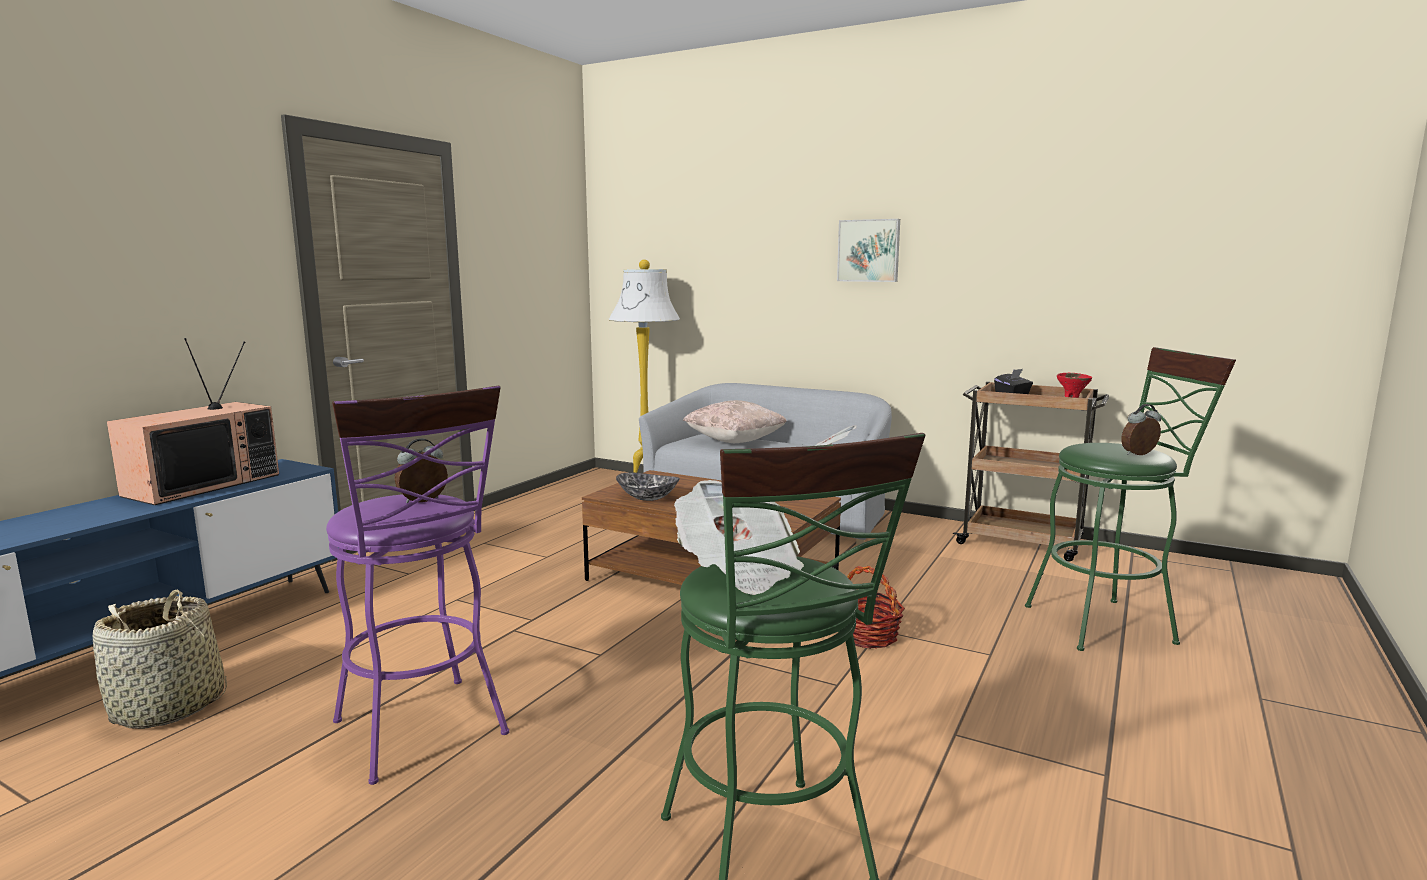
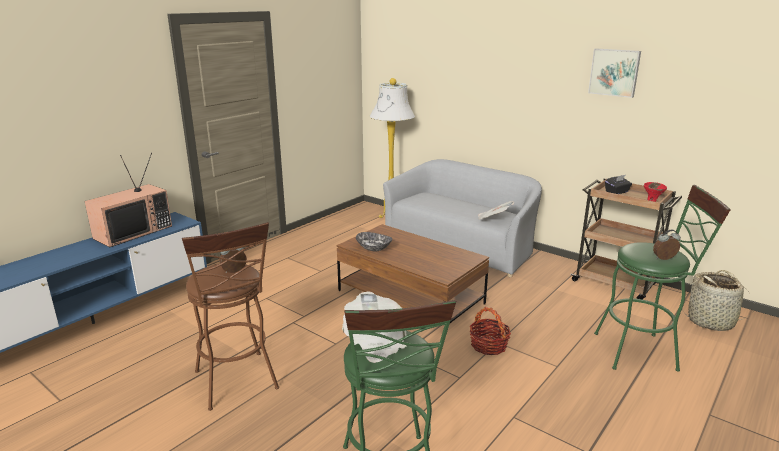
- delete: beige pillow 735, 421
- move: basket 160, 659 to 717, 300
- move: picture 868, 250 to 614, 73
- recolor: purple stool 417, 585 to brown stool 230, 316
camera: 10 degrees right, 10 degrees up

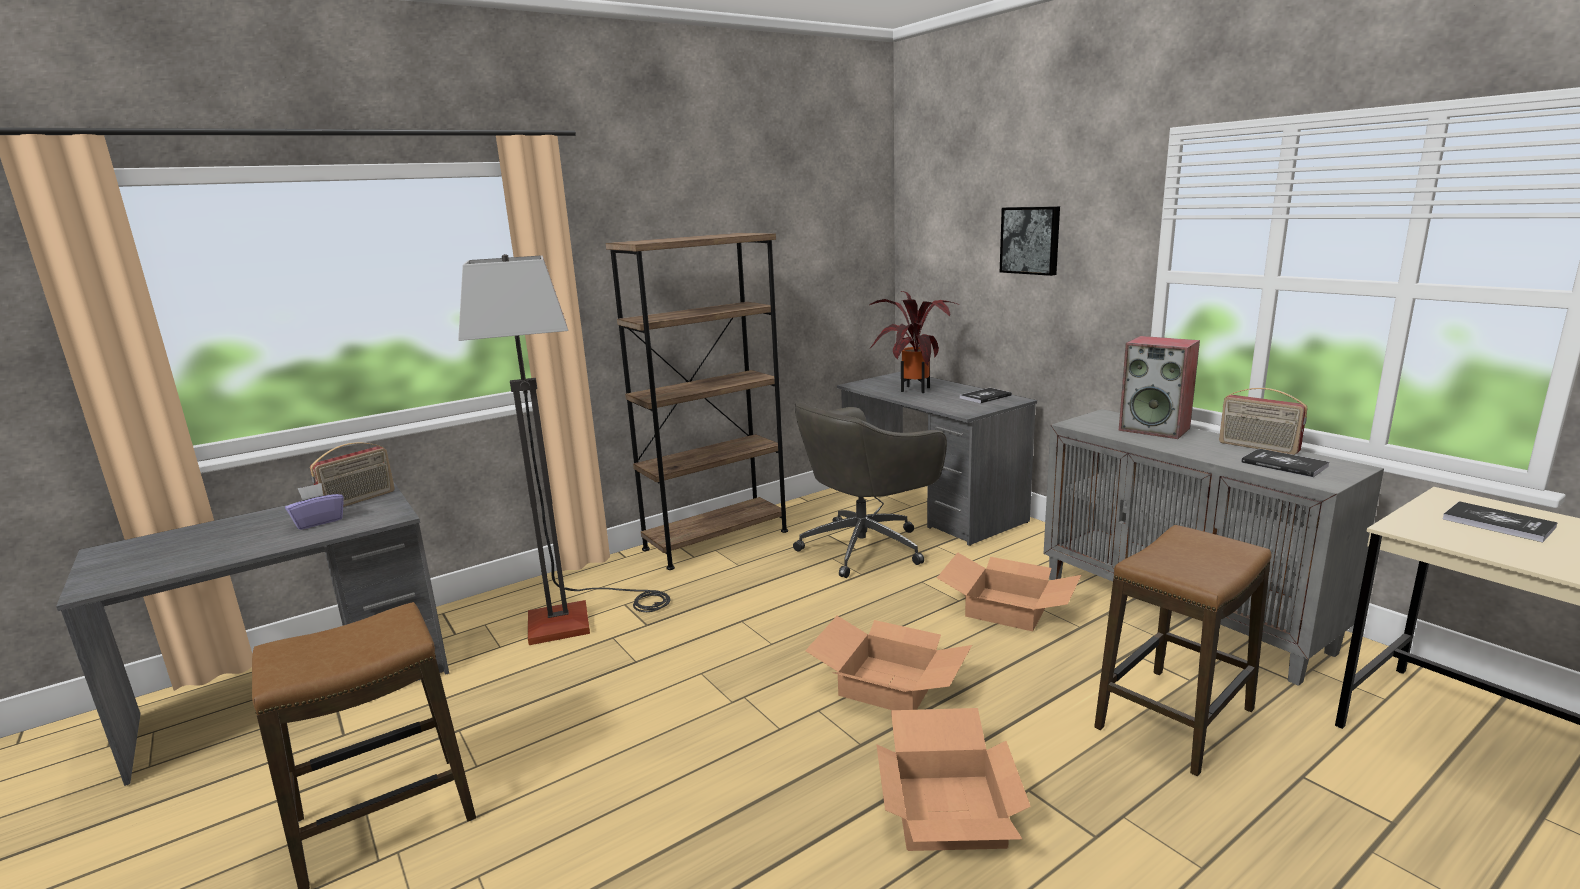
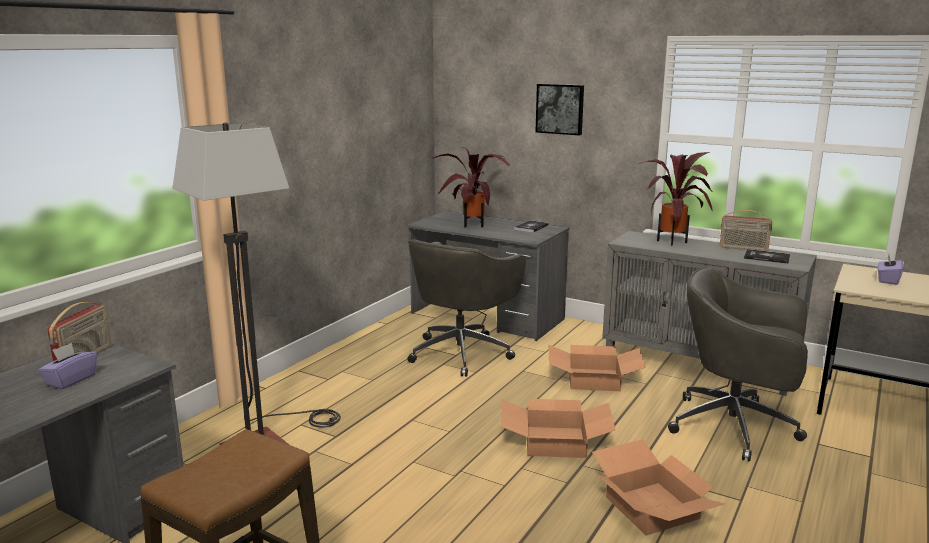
- delete: brown bookcase 697, 401
- replace: stool 1183, 650 to grey office chair 738, 364
- replace: speaker 1159, 387 to potted plant 677, 199
- replace: book 1500, 521 to purple tissue box 890, 270
camera: 25 degrees left, 0 degrees up

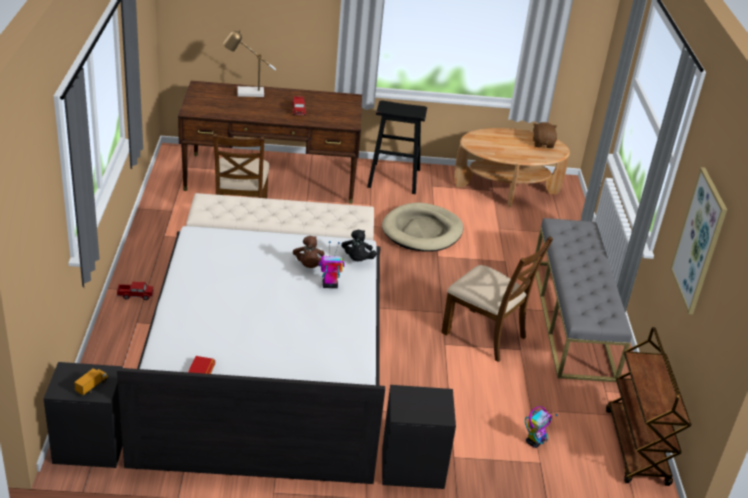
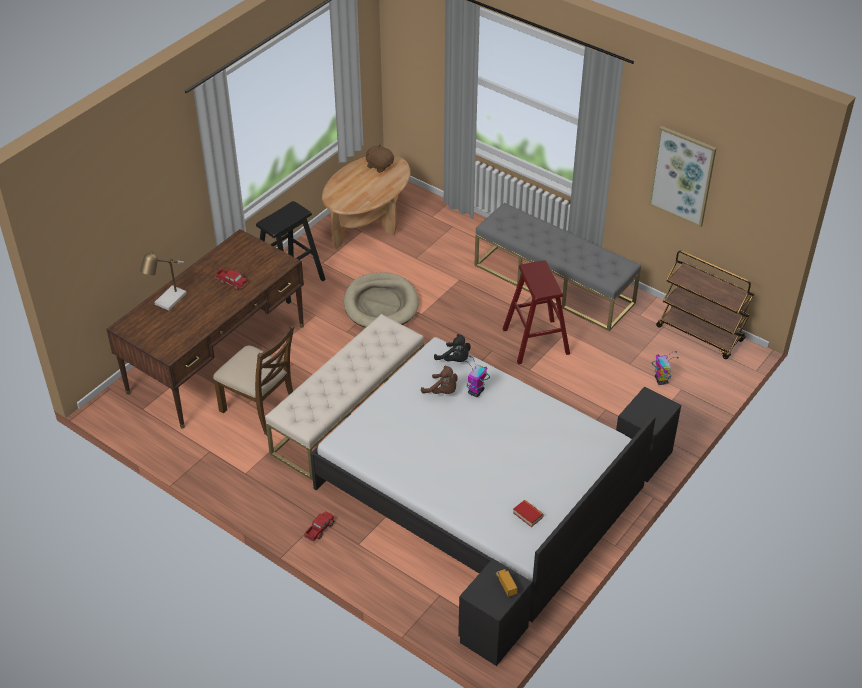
- replace: brown chair 497, 299 to red stool 536, 312
camera: 50 degrees left, 10 degrees up

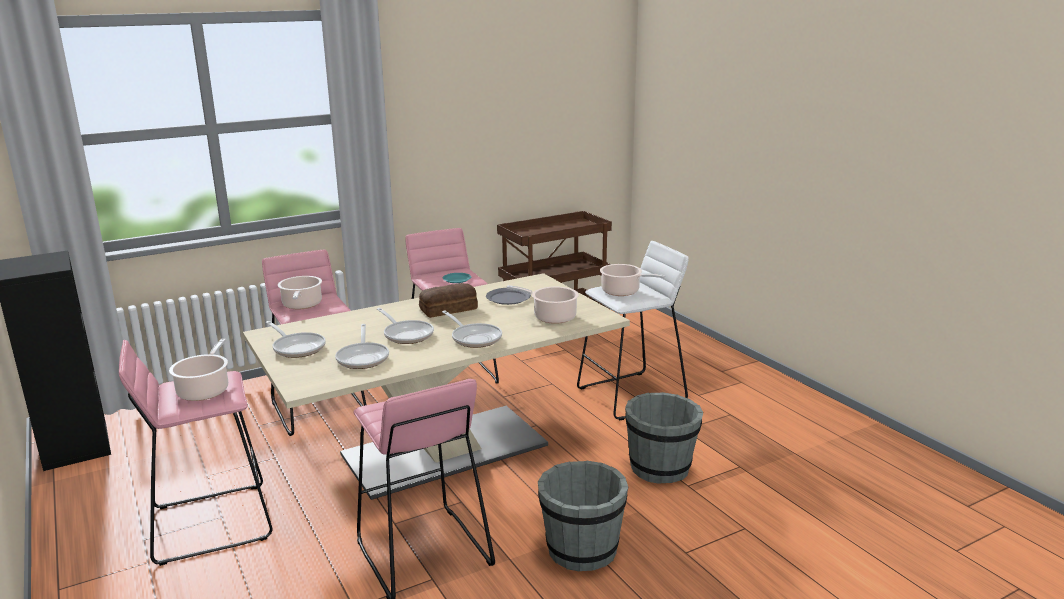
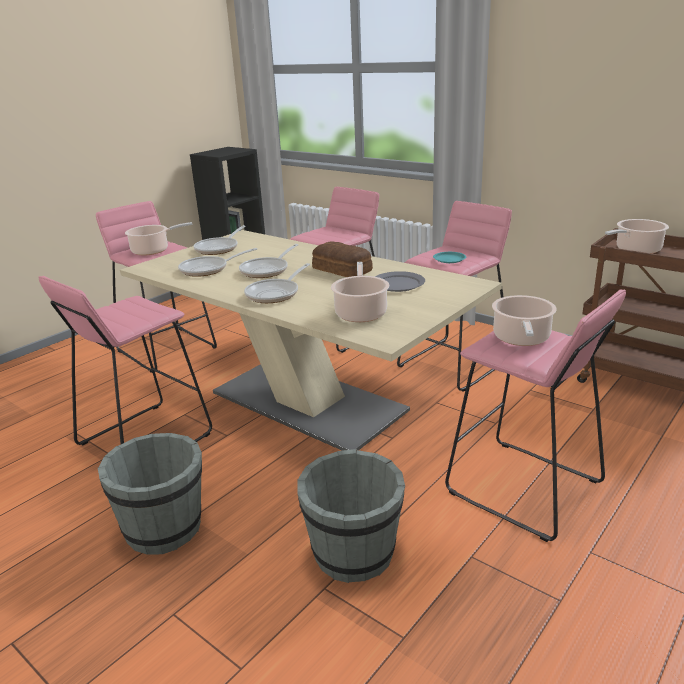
- move: cooking pot 300, 293 to 637, 236
- recolor: white stool 633, 331 to pink stool 535, 415
camera: 70 degrees right, 5 degrees up

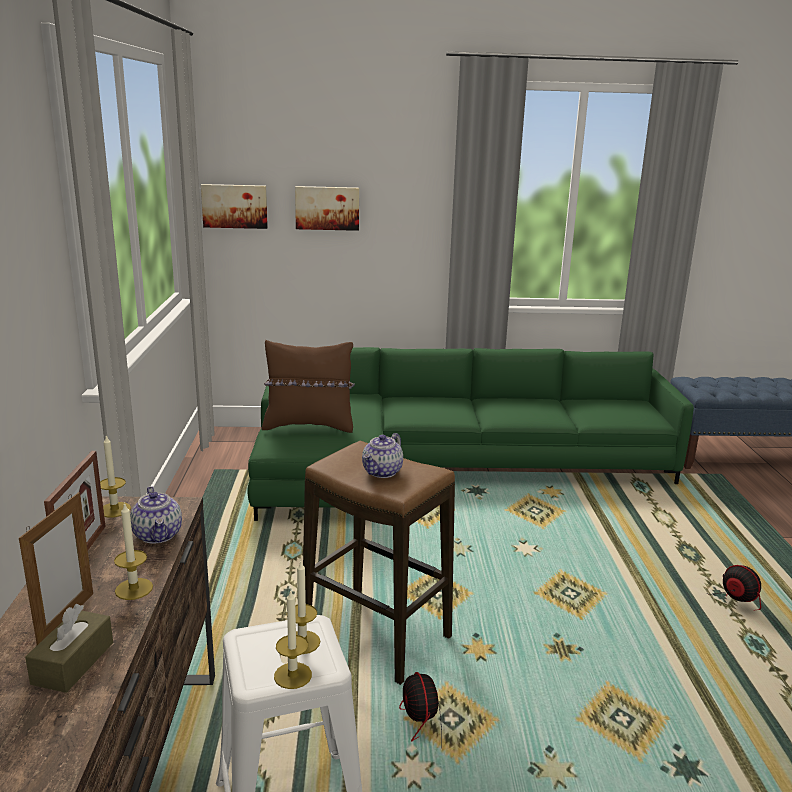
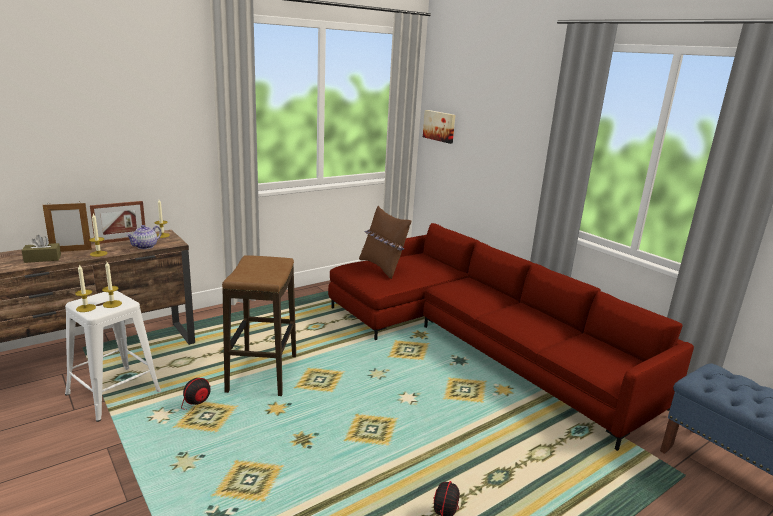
- delete: picture 327, 208
- delete: teapot 382, 455
- recolor: green sofa 471, 434 to red sofa 511, 337
camera: 55 degrees right, 0 degrees up

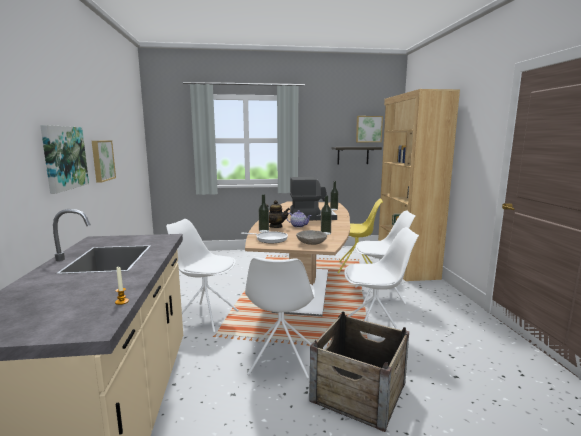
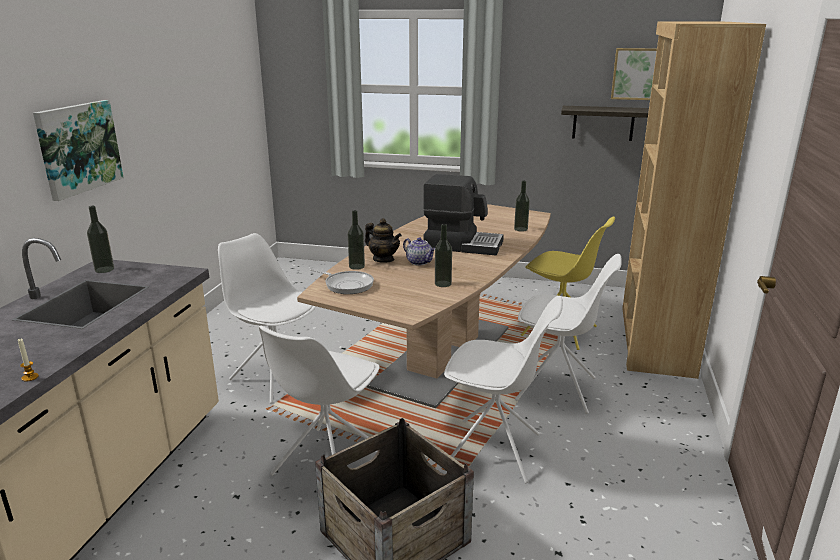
- delete: picture 104, 161
- delete: grey bowl 311, 237
- insert: bottle 100, 239
camera: 20 degrees right, 10 degrees up

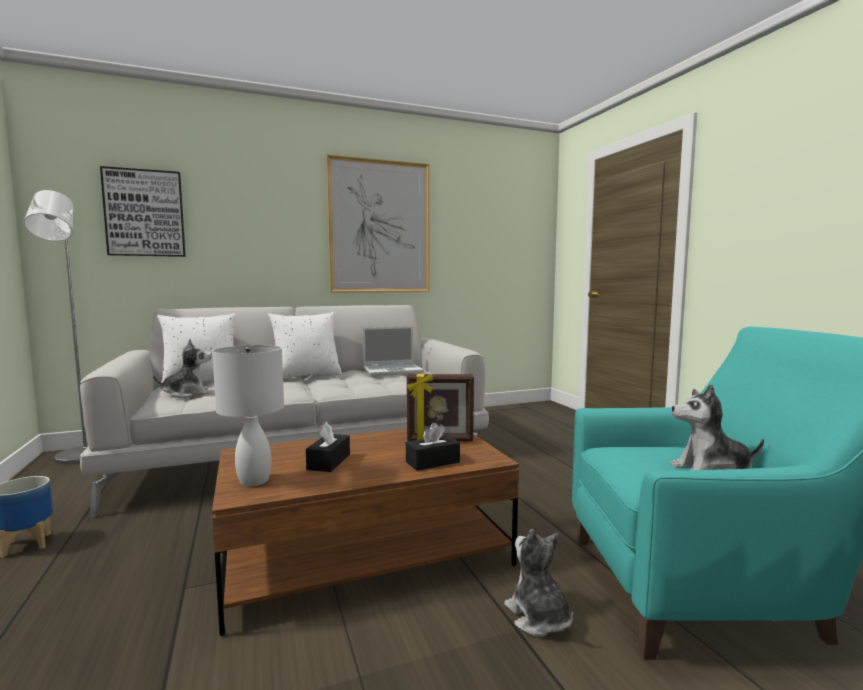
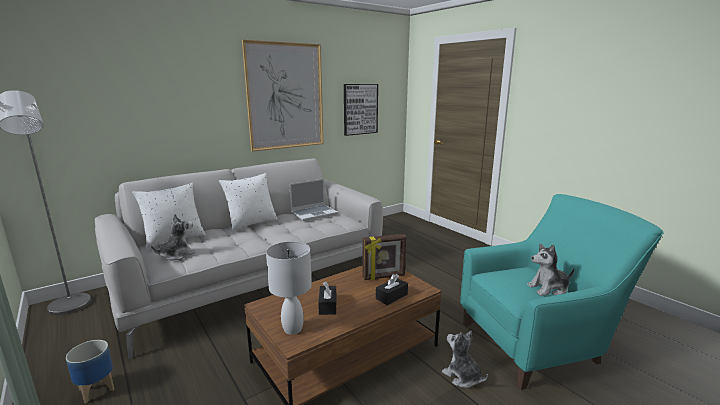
- move: picture 143, 211 to 361, 110
camera: 15 degrees left, 10 degrees up

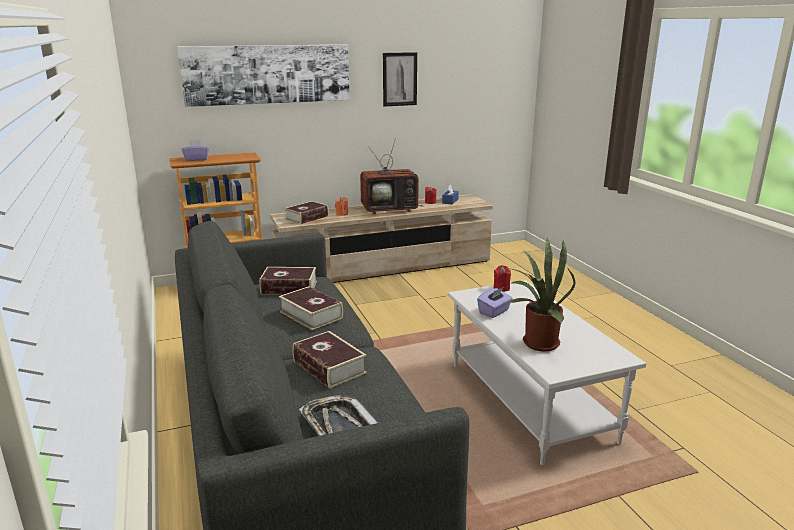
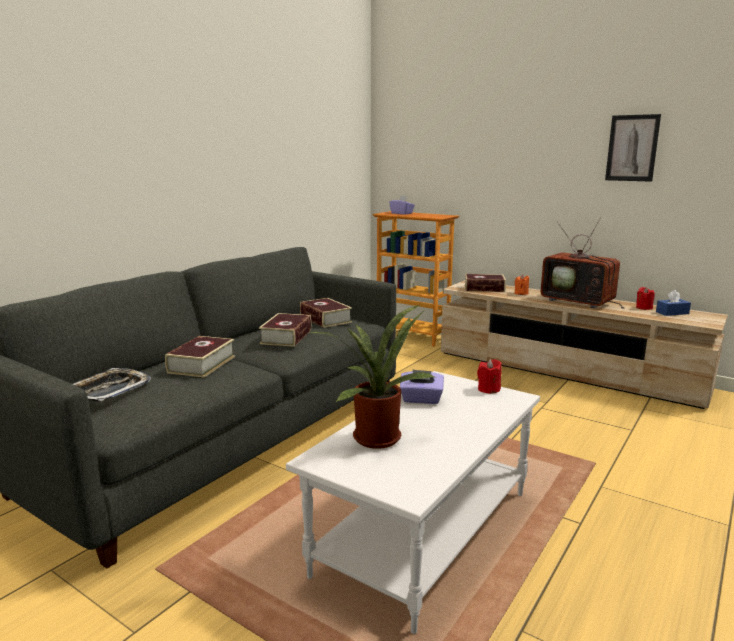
- delete: picture 263, 75
camera: 55 degrees right, 5 degrees down

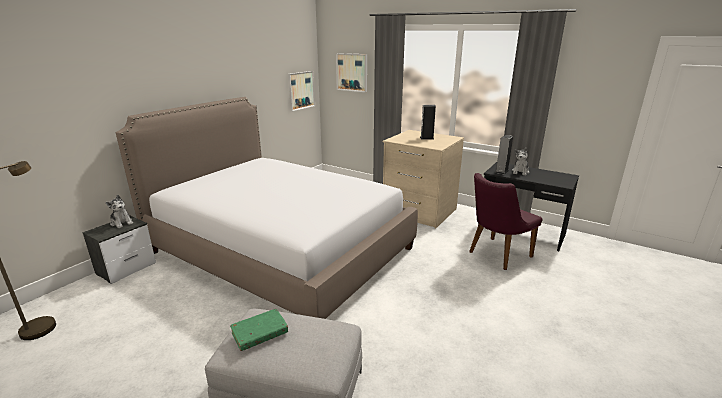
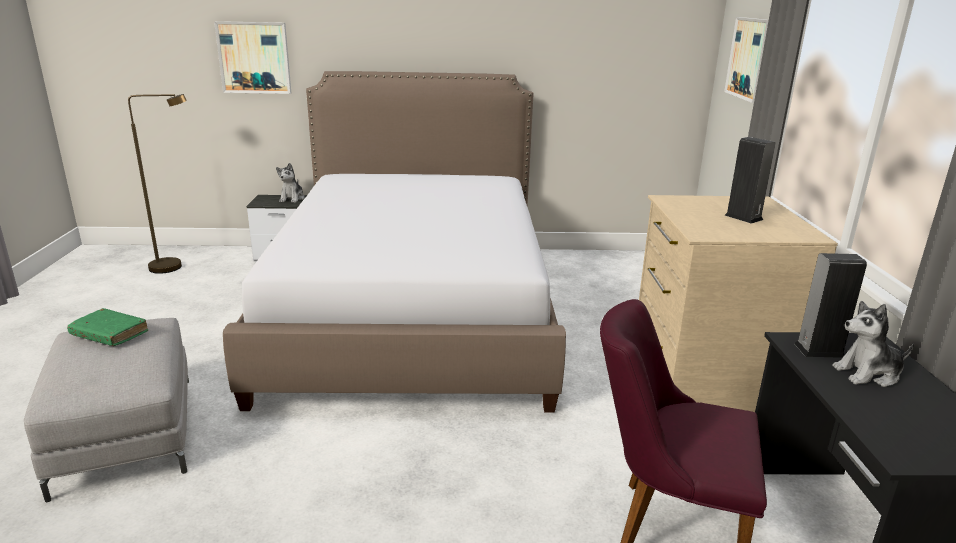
- move: picture 301, 91 to 252, 57
camera: 55 degrees right, 0 degrees up

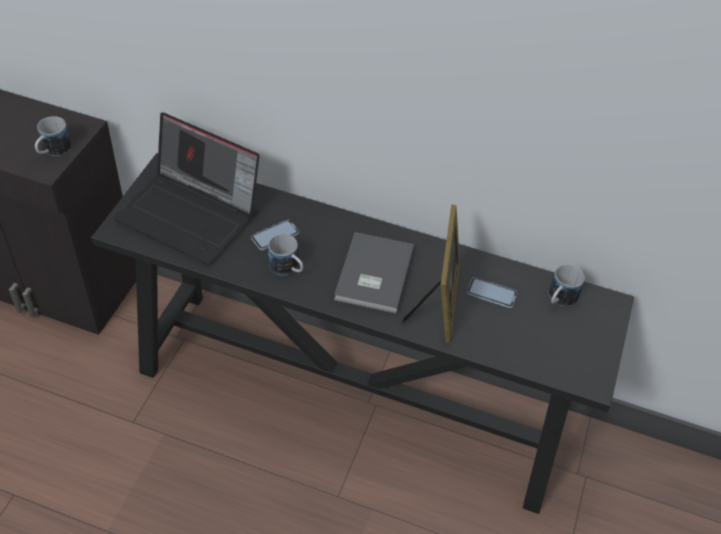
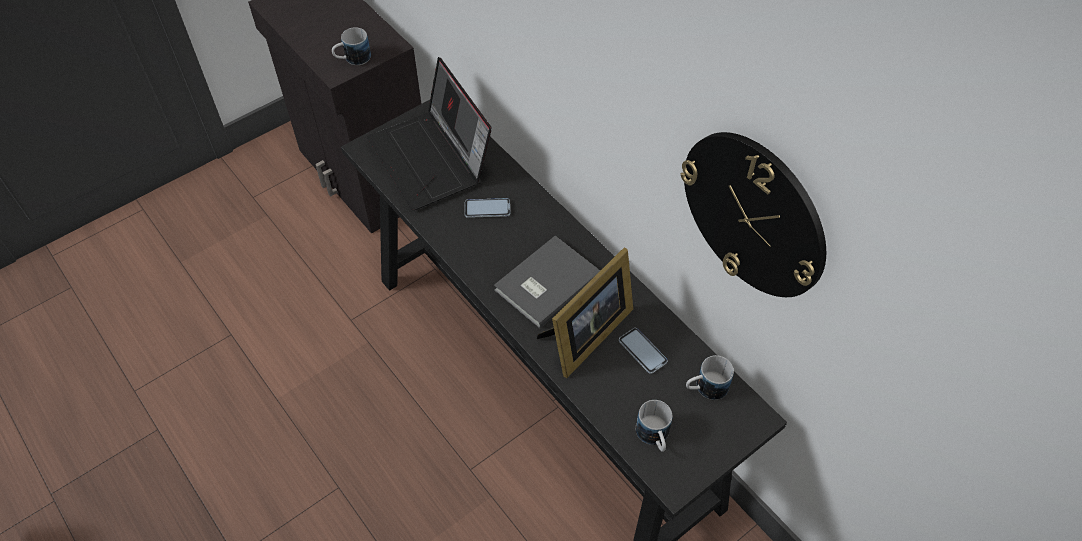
- insert: wall clock 753, 214
- move: mug 285, 255 to 654, 426
camera: 35 degrees right, 5 degrees up

